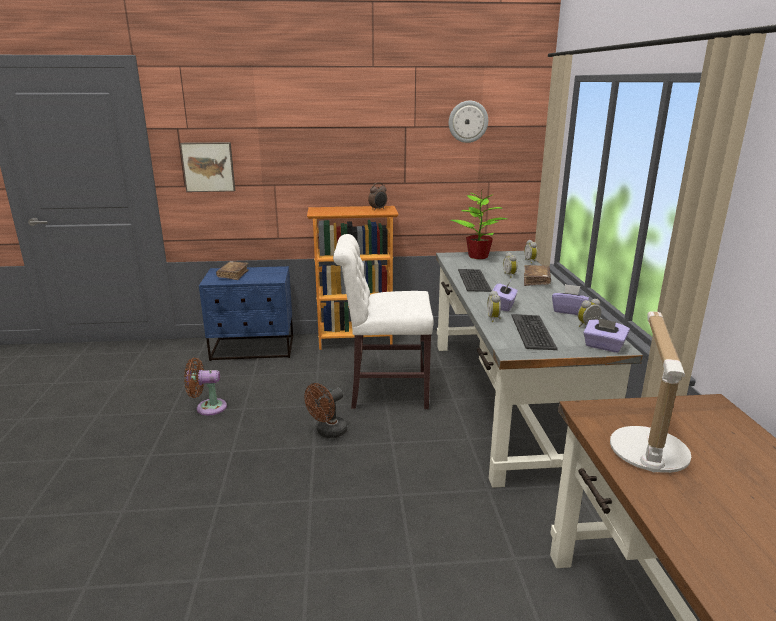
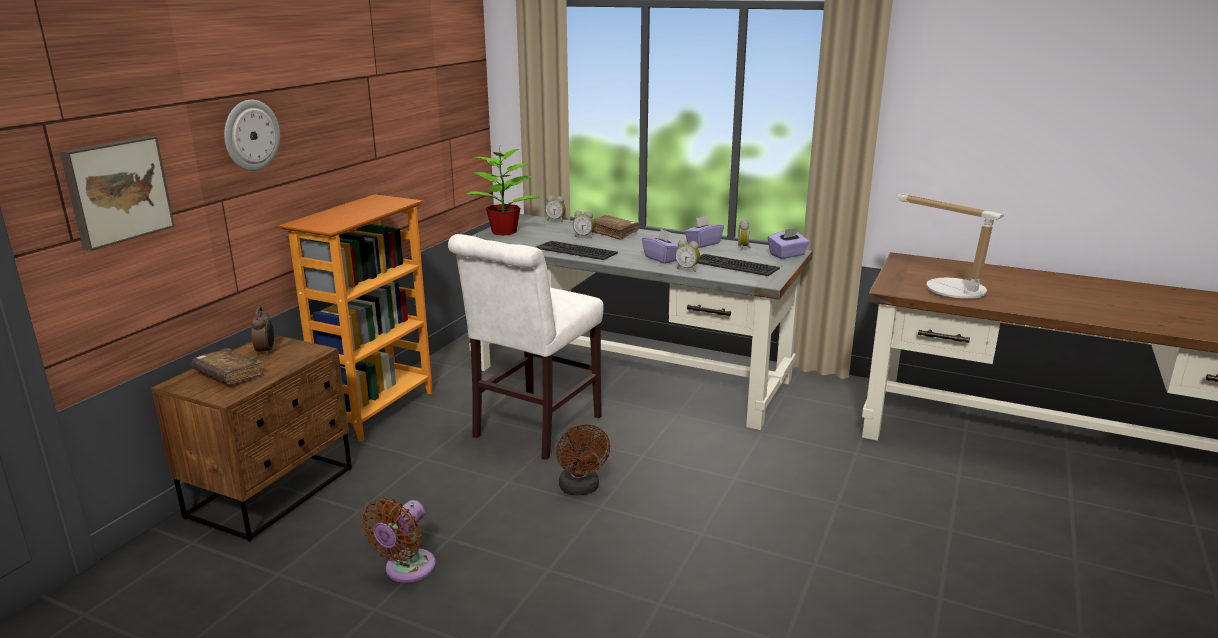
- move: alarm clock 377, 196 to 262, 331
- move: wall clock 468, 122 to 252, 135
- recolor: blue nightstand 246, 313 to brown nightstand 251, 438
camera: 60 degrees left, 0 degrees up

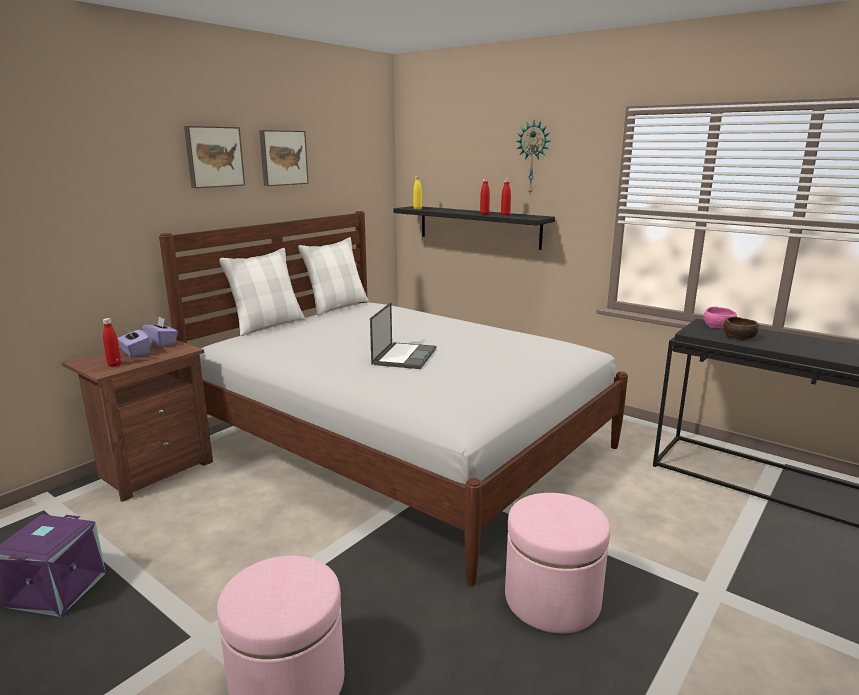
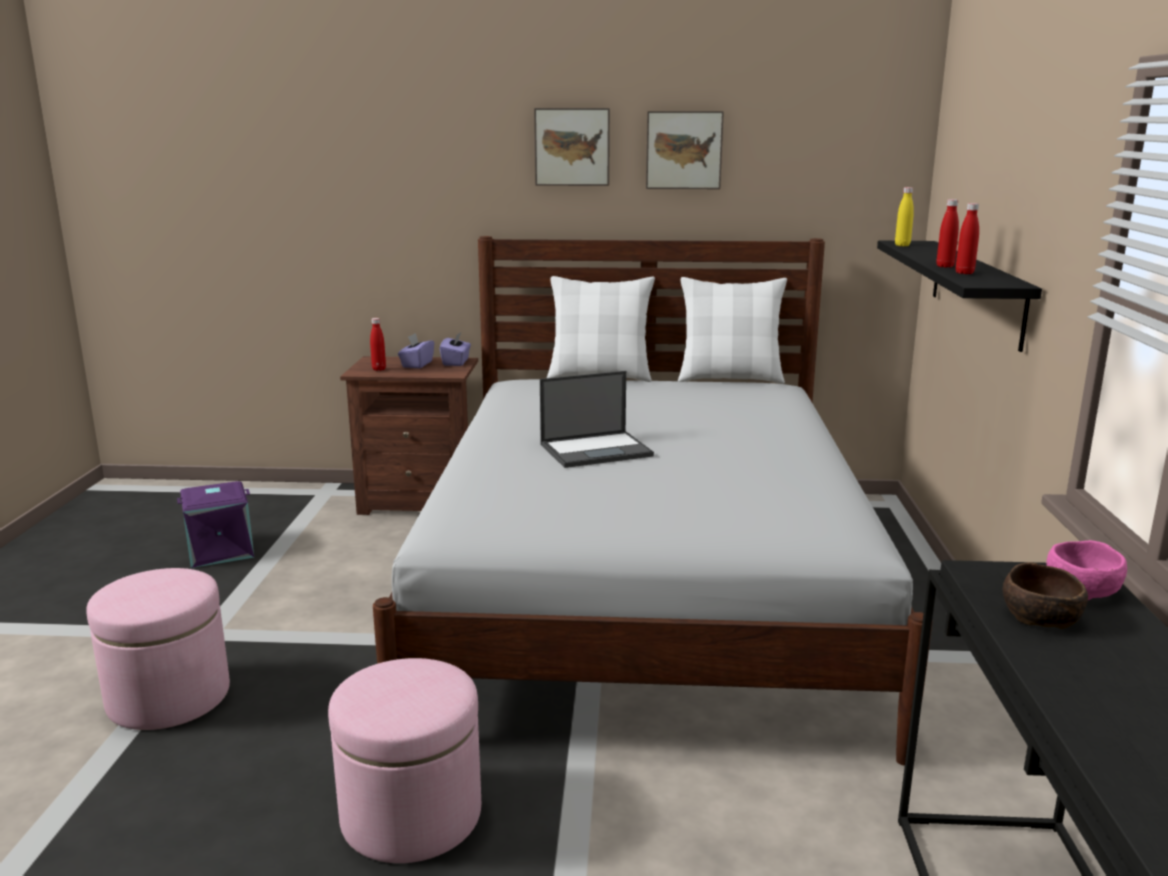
- delete: wall clock 533, 157
camera: 55 degrees right, 0 degrees up

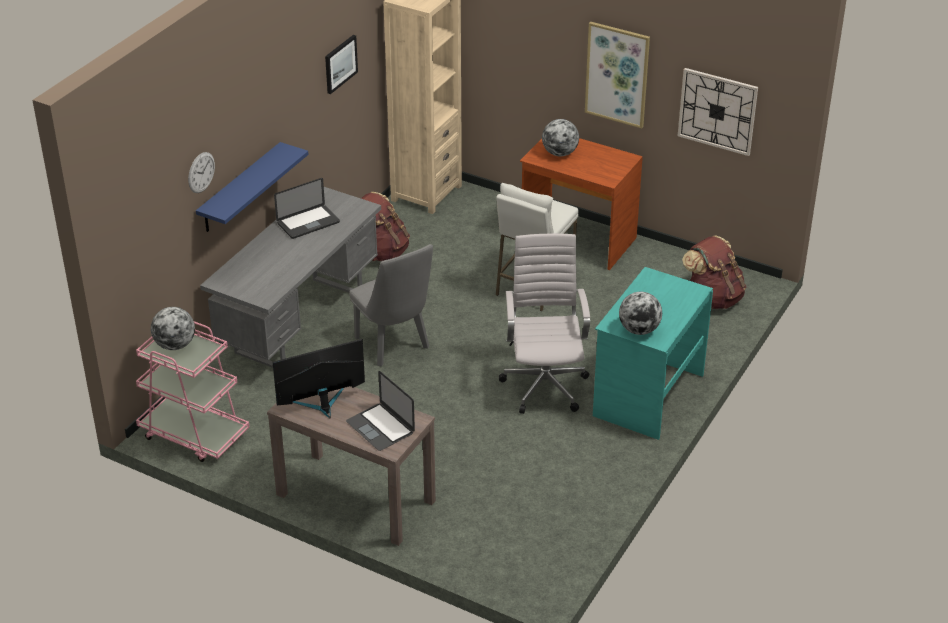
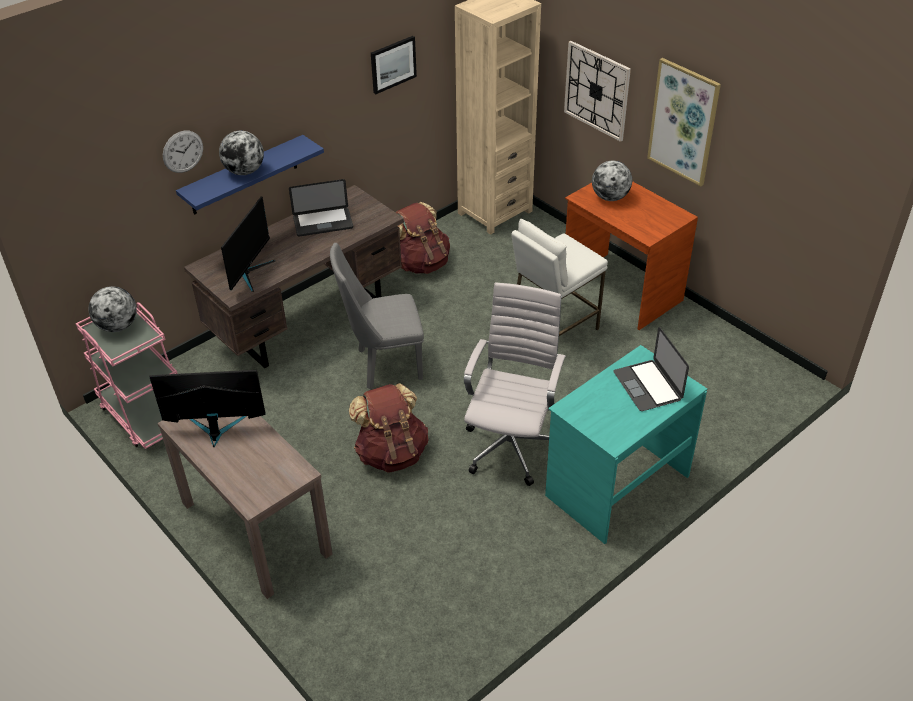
- insert: monitor 248, 244
- move: laptop 380, 411 to 651, 369
- move: globe 640, 313 to 241, 153
- move: wall clock 718, 112 to 597, 91
- move: brown backpack 714, 272 to 389, 428
- recolor: grey desk 290, 277 to brown desk 294, 276
- rotate: grey chair 391, 305 = 377, 316 90 degrees clockwise
camera: 20 degrees right, 5 degrees up

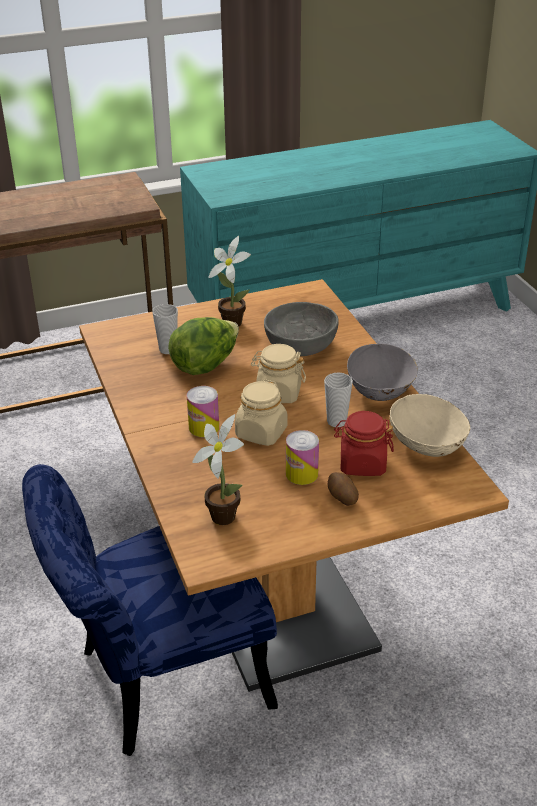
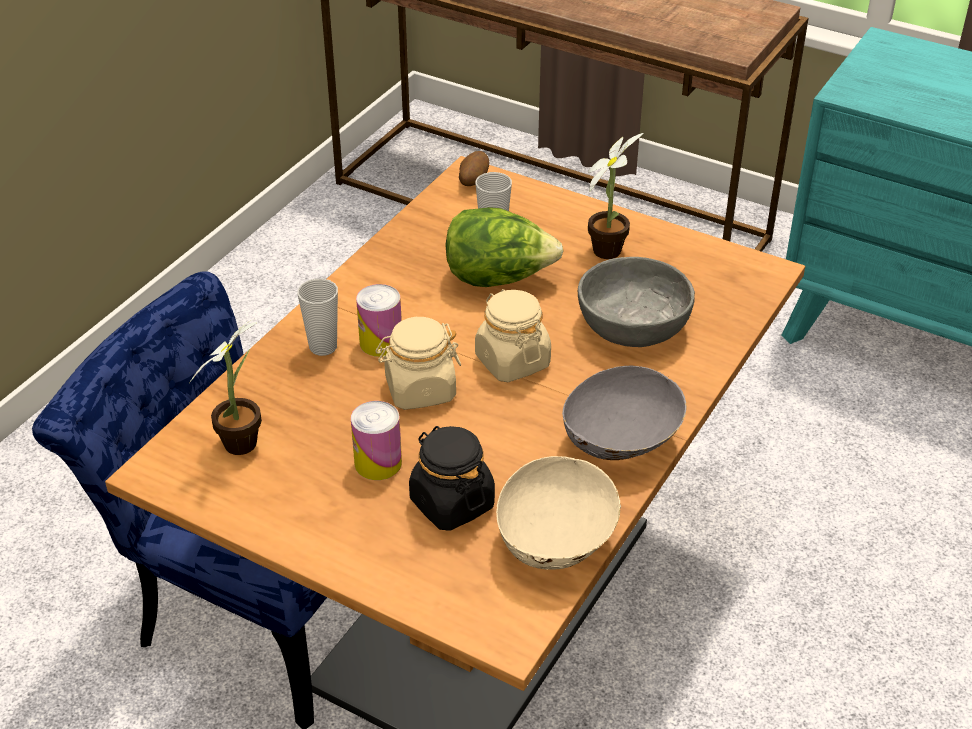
- move: cup 338, 399 to 317, 317
- move: potato 343, 489 to 474, 168
- recolor: red jar 364, 443 to black jar 452, 478
camera: 50 degrees right, 5 degrees up

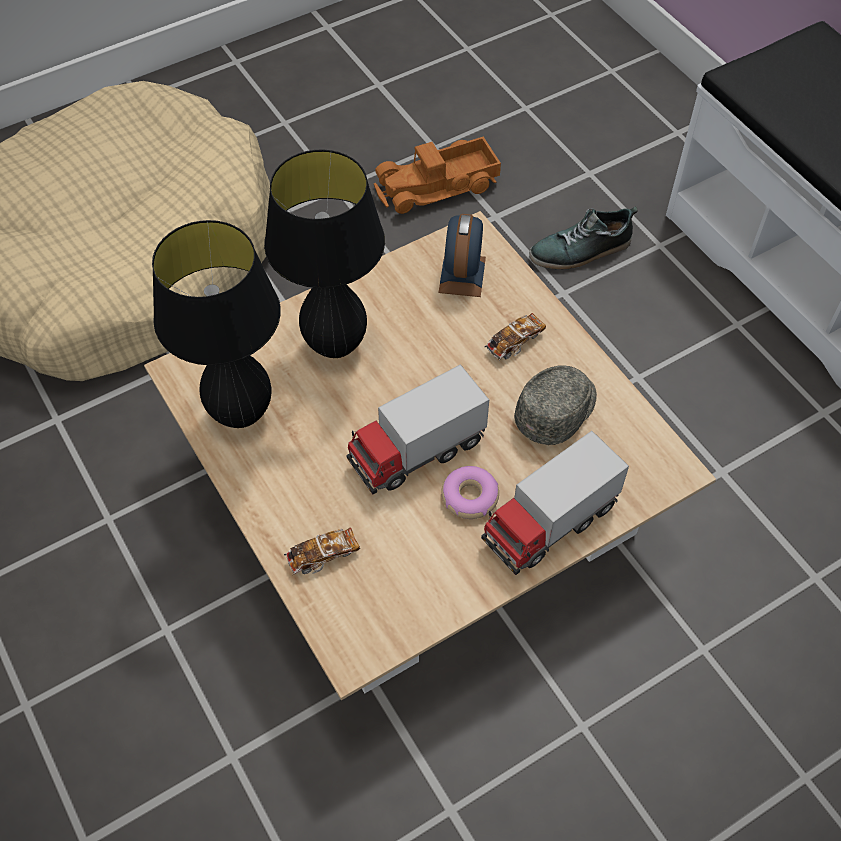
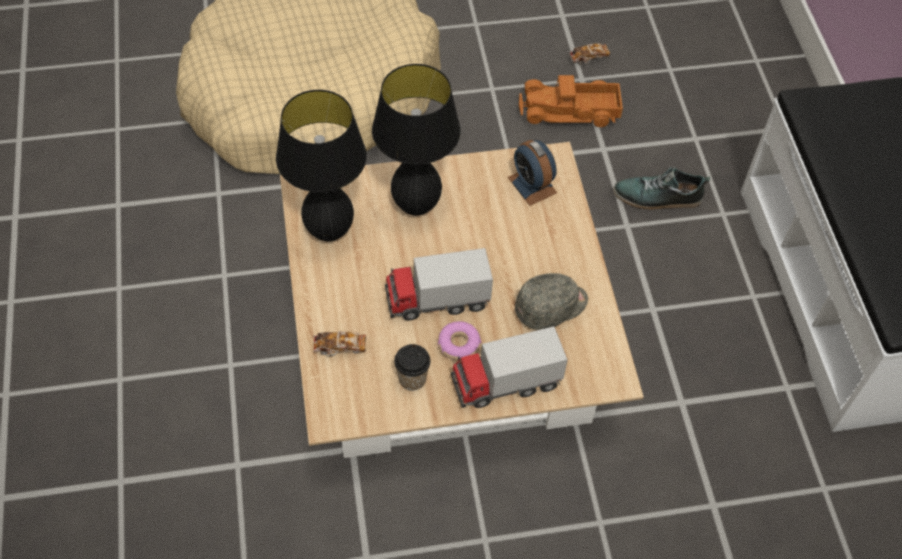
- insert: cup 412, 367
- move: toy car 515, 336 to 589, 54
- rotate: alarm clock 462, 255 = 532, 173 60 degrees counterclockwise
camera: 20 degrees right, 0 degrees up

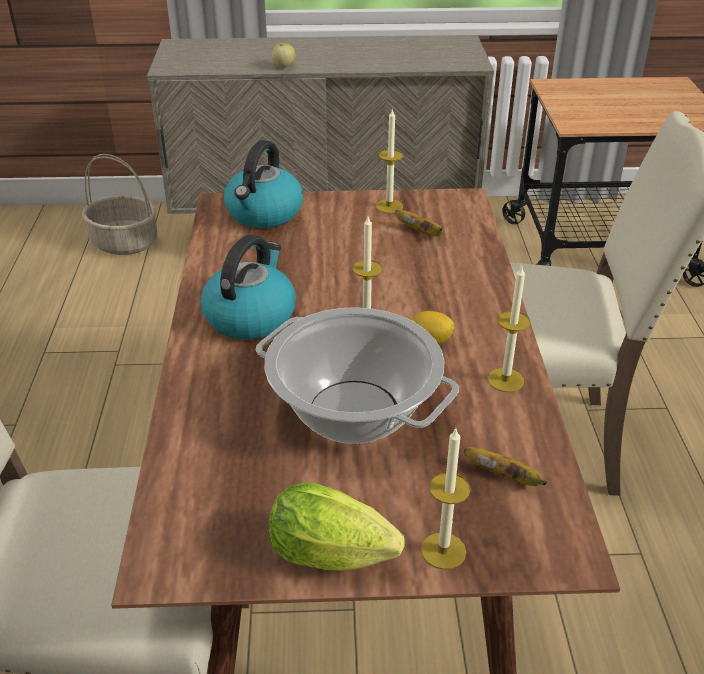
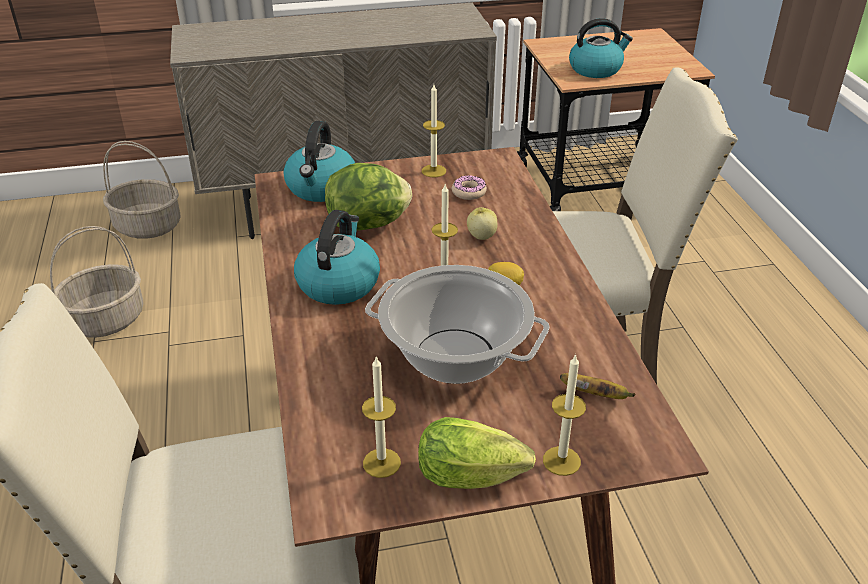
- insert: basket 97, 282
- insert: lettuce 368, 196
- insert: kettle 601, 48
- move: apple 284, 55 to 482, 223
- move: candle 509, 329 to 381, 417
- replace: banana 419, 222 to donut 469, 187
camera: 10 degrees left, 0 degrees up

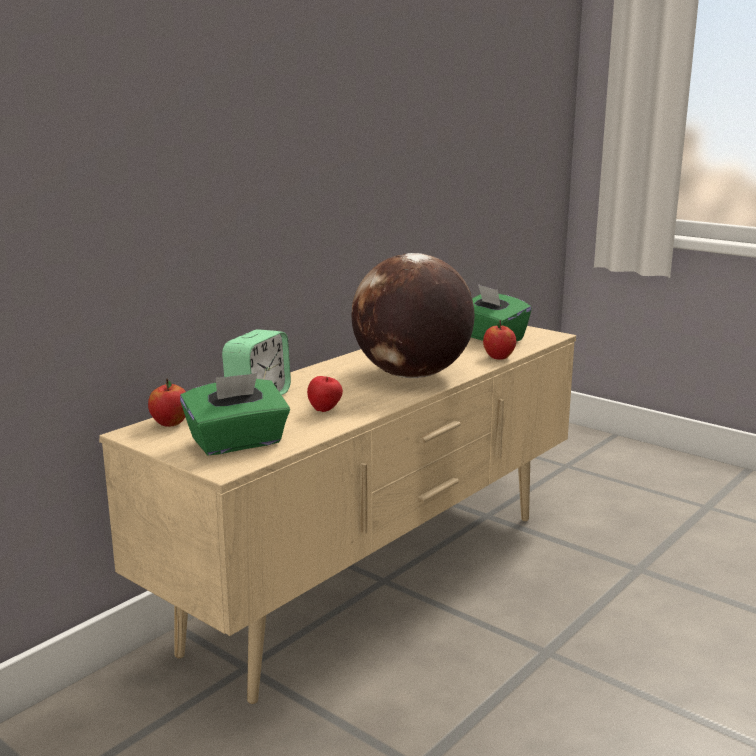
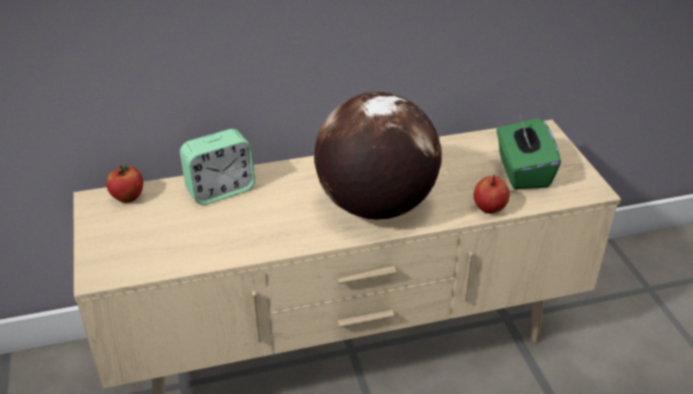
- delete: green tissue box 235, 414
- delete: apple 325, 394
camera: 35 degrees right, 20 degrees up

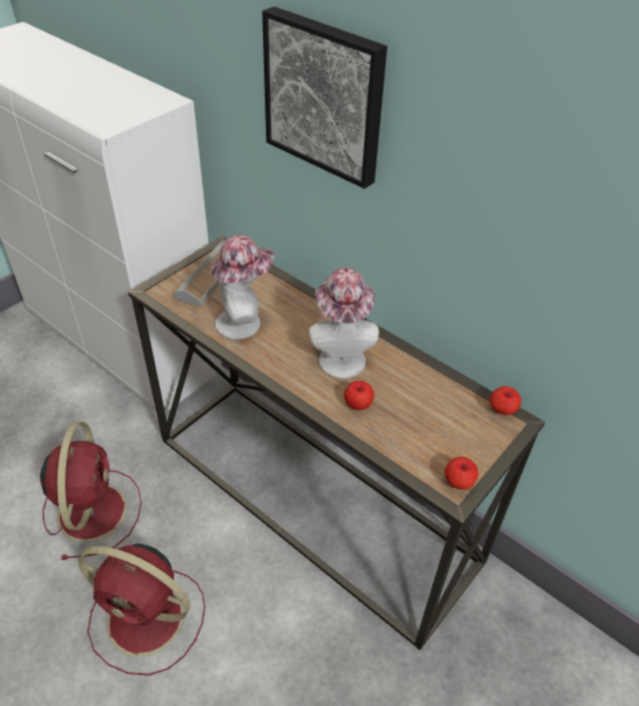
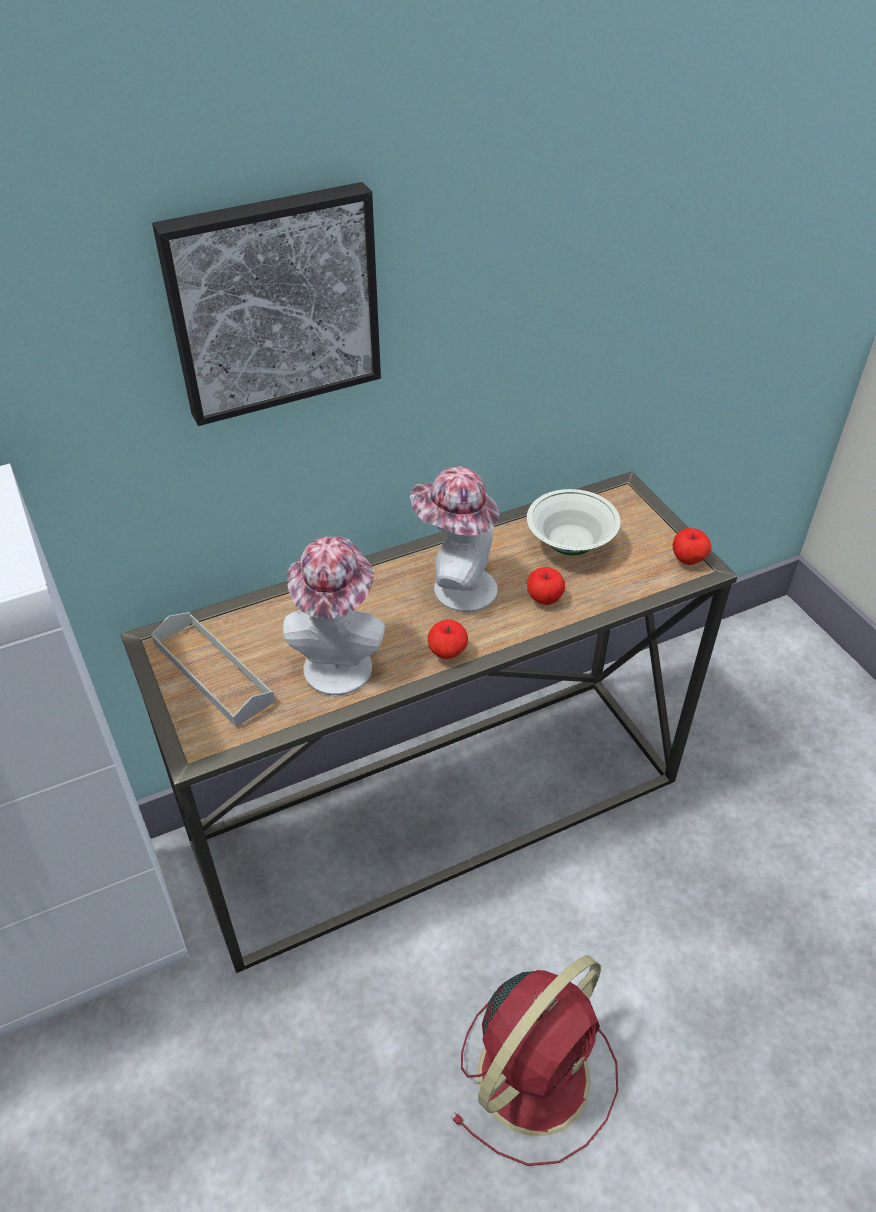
- delete: red fan 91, 491
- insert: white bowl 574, 522
- move: apple 505, 400 to 448, 639
camera: 65 degrees left, 0 degrees up

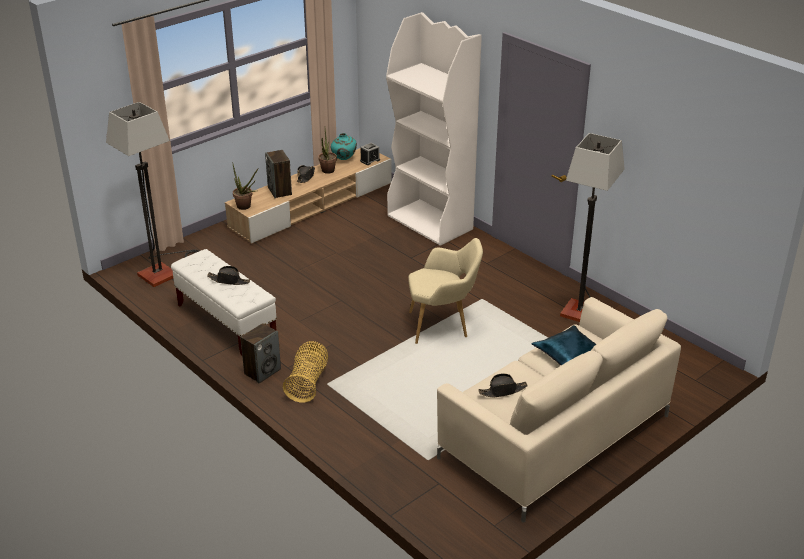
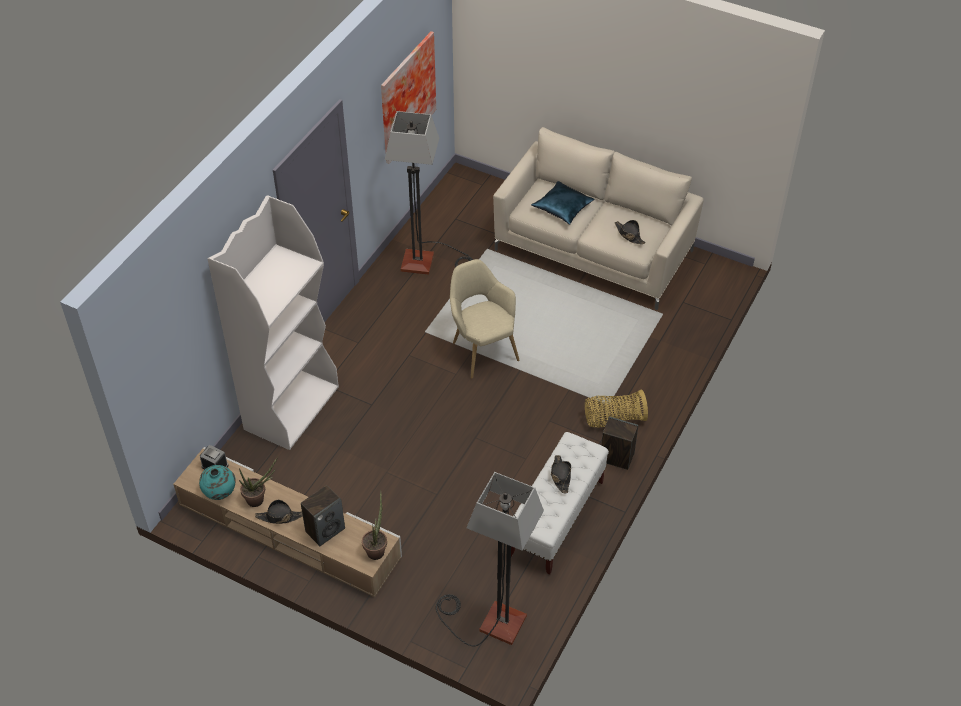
- insert: picture 408, 97
camera: 110 degrees left, 15 degrees up

